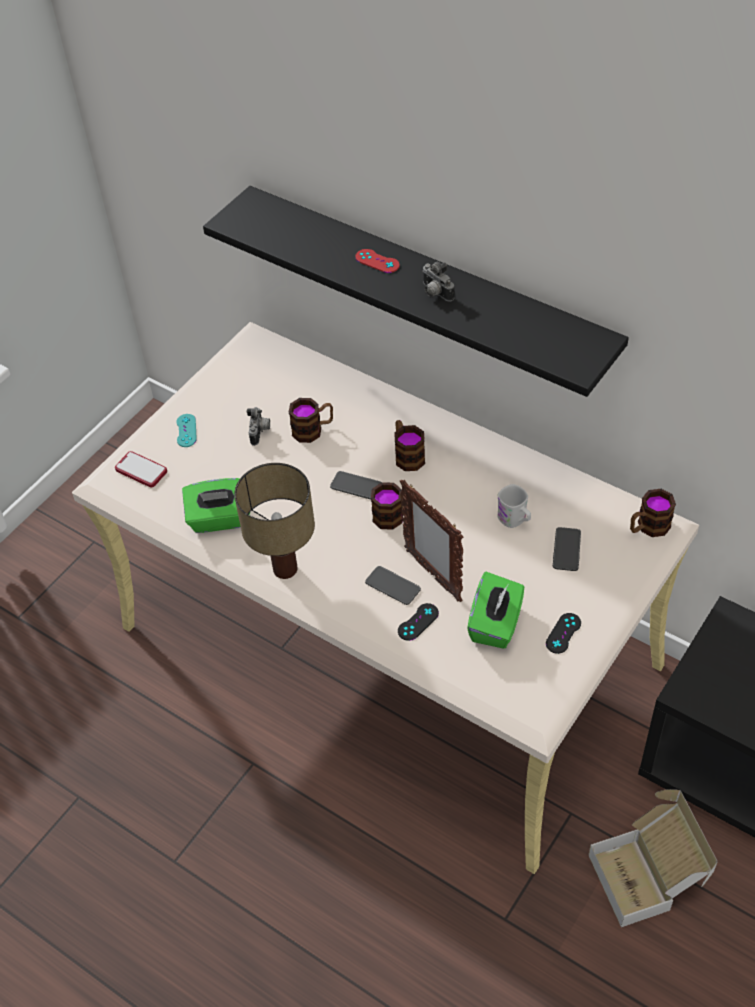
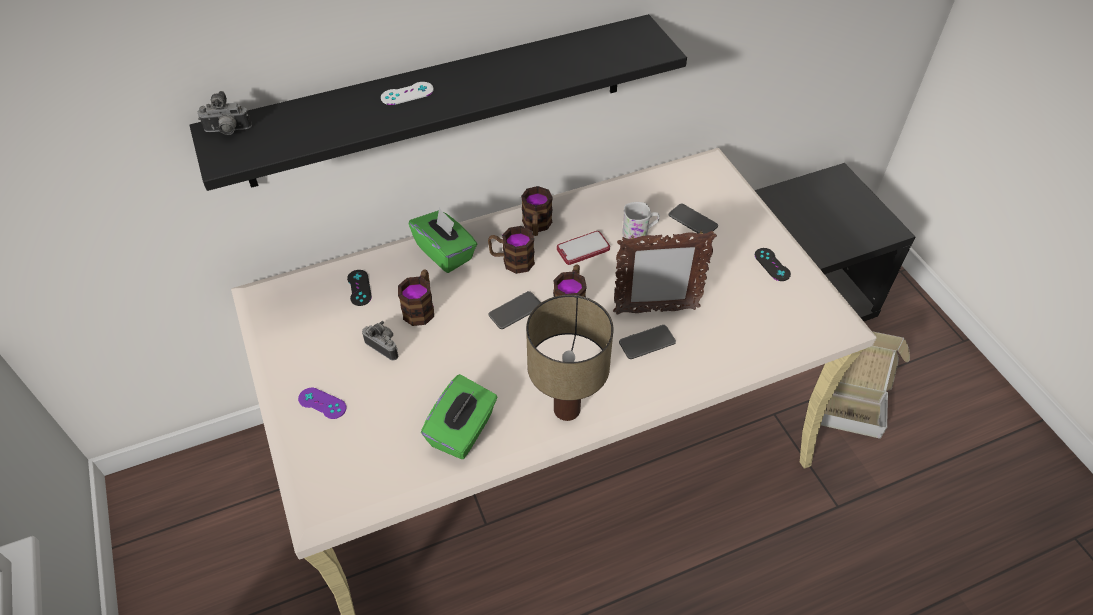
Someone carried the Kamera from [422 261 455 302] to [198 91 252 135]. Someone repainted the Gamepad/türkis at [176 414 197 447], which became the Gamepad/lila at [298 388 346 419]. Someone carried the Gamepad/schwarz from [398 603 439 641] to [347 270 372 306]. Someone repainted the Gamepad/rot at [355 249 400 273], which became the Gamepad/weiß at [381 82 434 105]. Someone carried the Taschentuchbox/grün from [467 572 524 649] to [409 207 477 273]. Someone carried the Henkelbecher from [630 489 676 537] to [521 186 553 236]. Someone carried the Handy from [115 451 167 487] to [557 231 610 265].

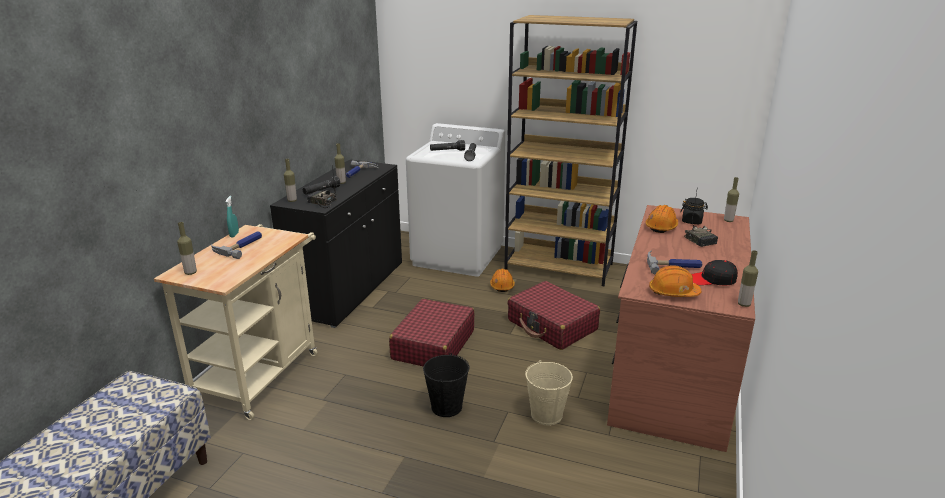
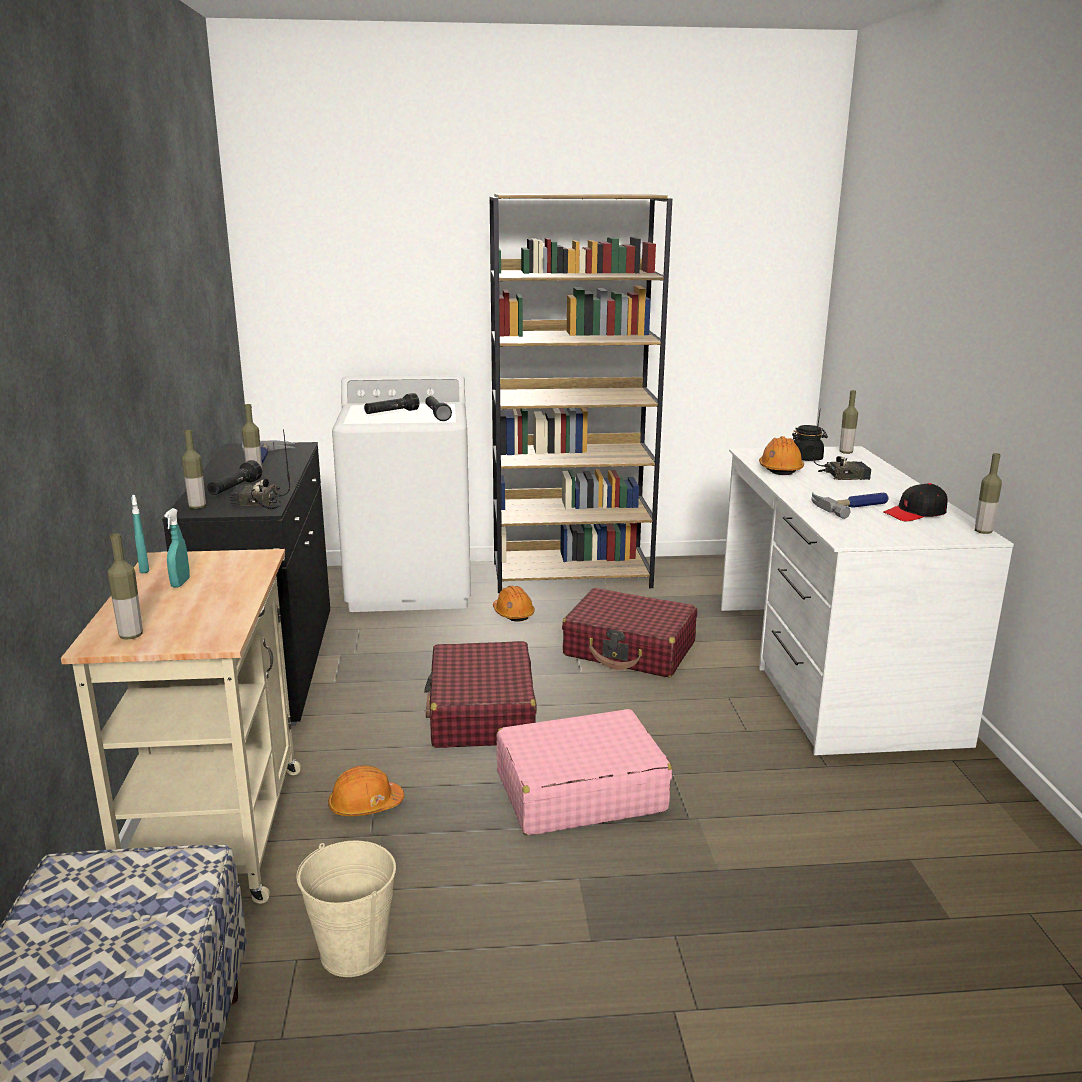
Someone swapped the Hammer at [211 231 262 259] for the Sprühflasche/türkis at [164 508 190 588]. Someone carried the Eimer/beige from [525 360 573 425] to [296 841 396 977]. Someone carried the Schutzhelm/orange from [649 265 702 297] to [328 765 404 816]. Someone swapped the Eimer/schwarz at [423 353 469 417] for the Koffer/rosa at [497 709 672 835]. Someone repainted the Schreibtisch/braun at [607 205 755 452], which became the Schreibtisch/weiß at [721 446 1014 755]. Someone rotated the Radio at [684 187 718 247] by 45 degrees counterclockwise.

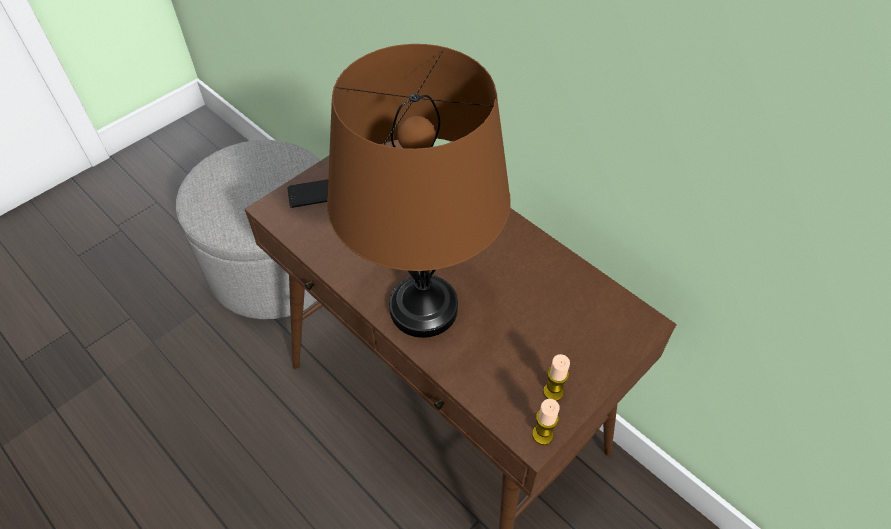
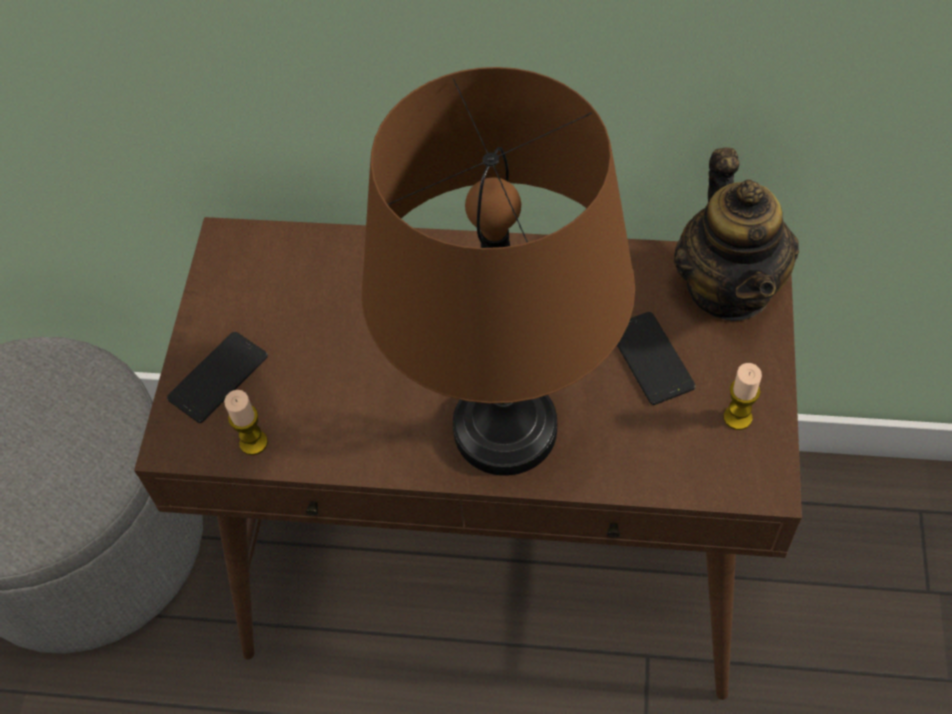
Someone carried the Kerze from [532 399 559 445] to [224 390 268 455]. Someone put down the Handy at [617 312 696 405]. Someone put down the Teekanne at [674 147 799 321].

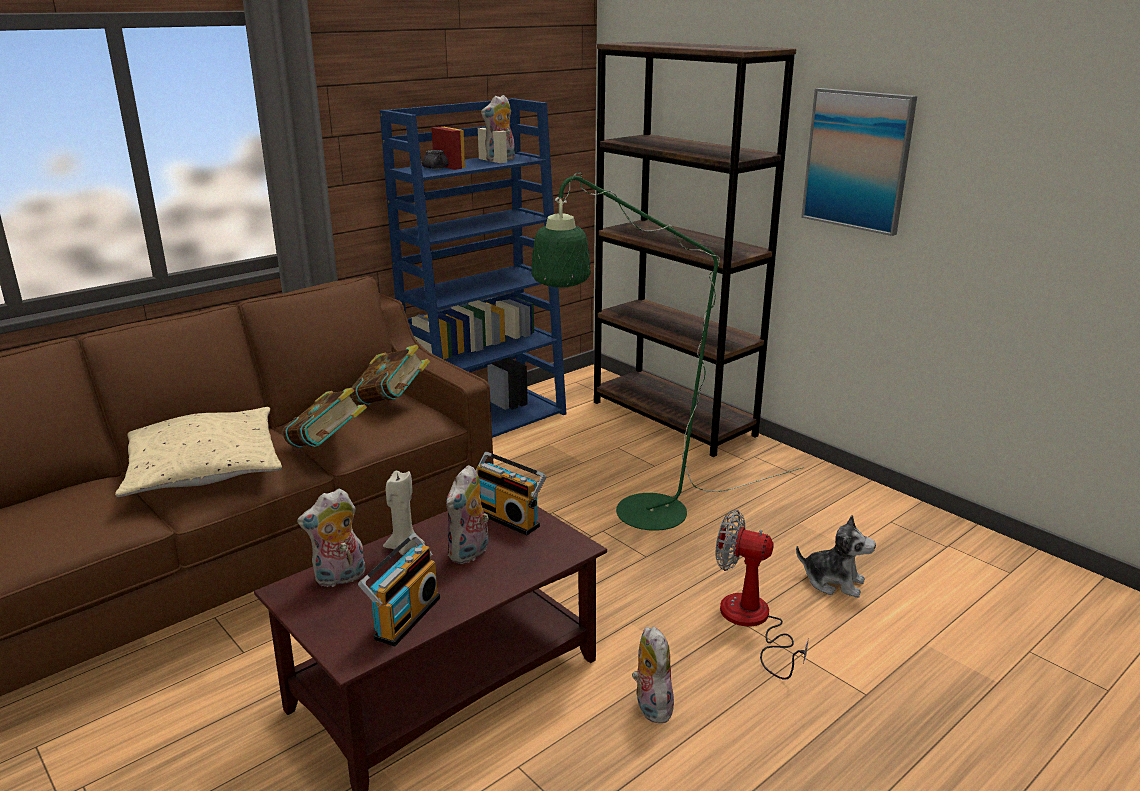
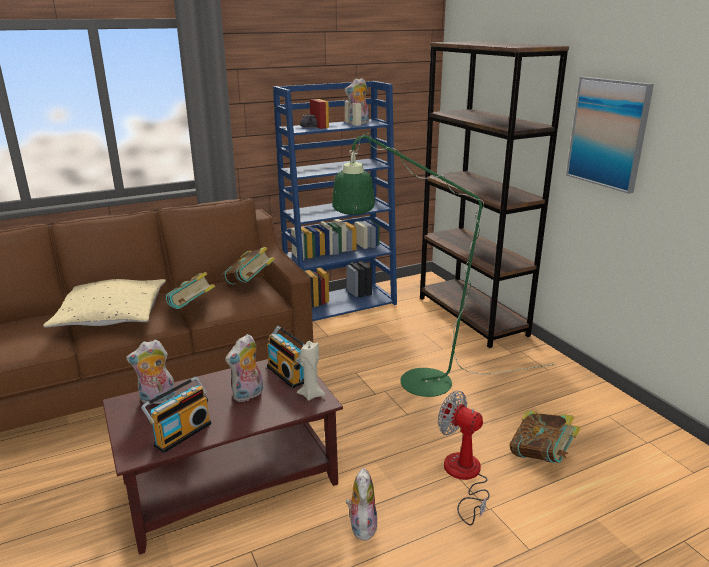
Someone carried the Kerze/beige from [383 471 425 555] to [297 341 326 401]. Someone swapped the Plüschtier at [796 515 876 598] for the Buch at [509 410 581 463].

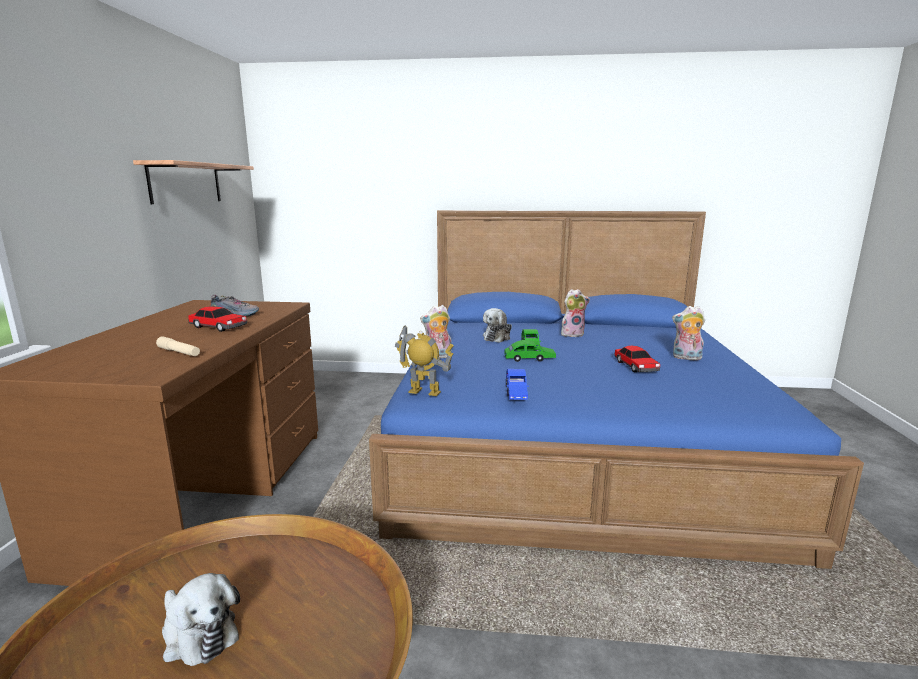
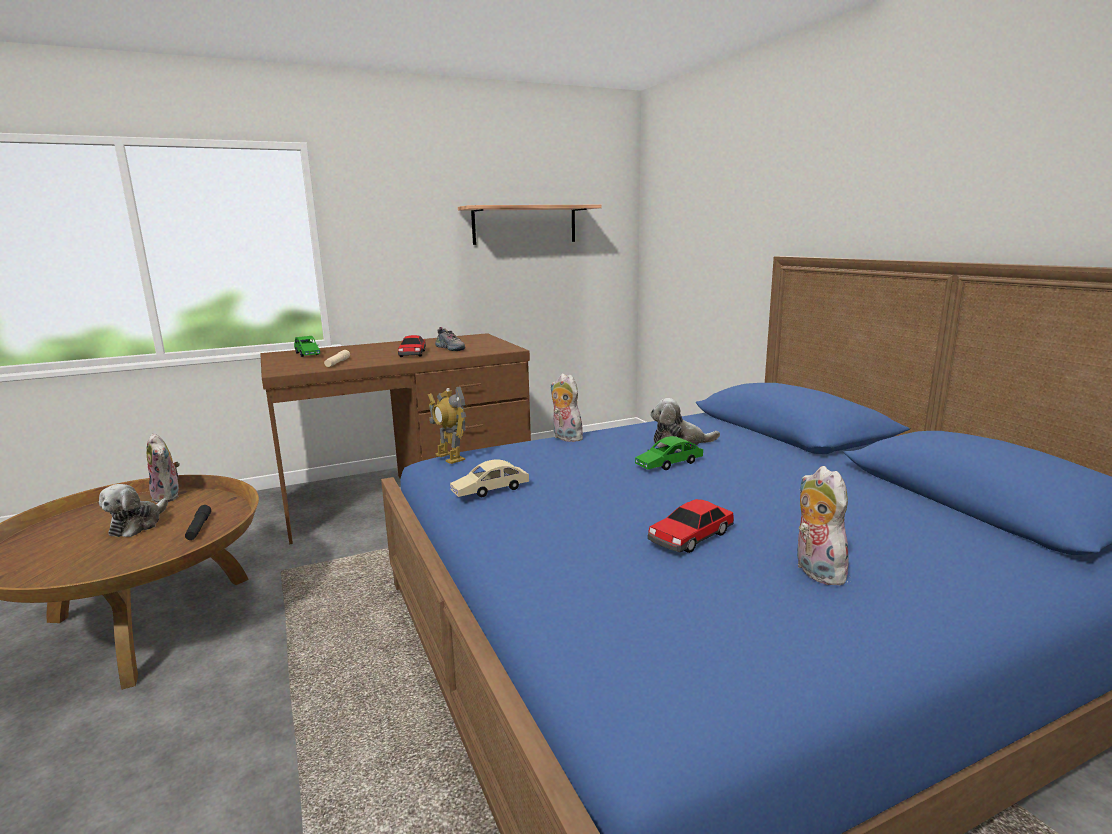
Someone carried the Plüschtier from [561 289 590 337] to [147 433 180 503]. Someone put down the Taschenlampe/schwarz at [185 505 211 540]. Someone carried the Spielzeugauto/grün from [504 340 556 362] to [294 336 320 357]. Someone rotated the Spielzeugroboter at [395 325 453 396] by 150 degrees clockwise. Someone repainted the Spielzeugauto/blau at [506 369 529 400], which became the Spielzeugauto/beige at [450 459 529 497].

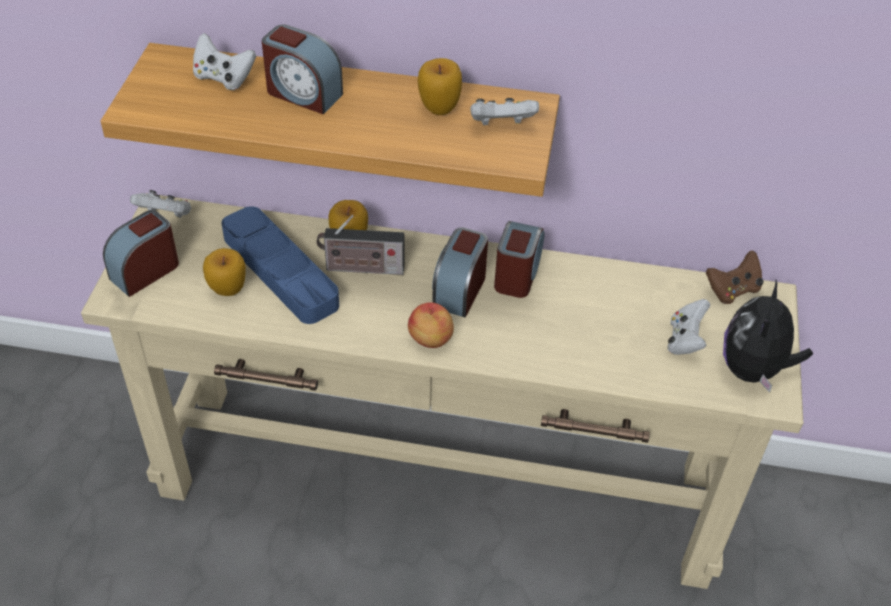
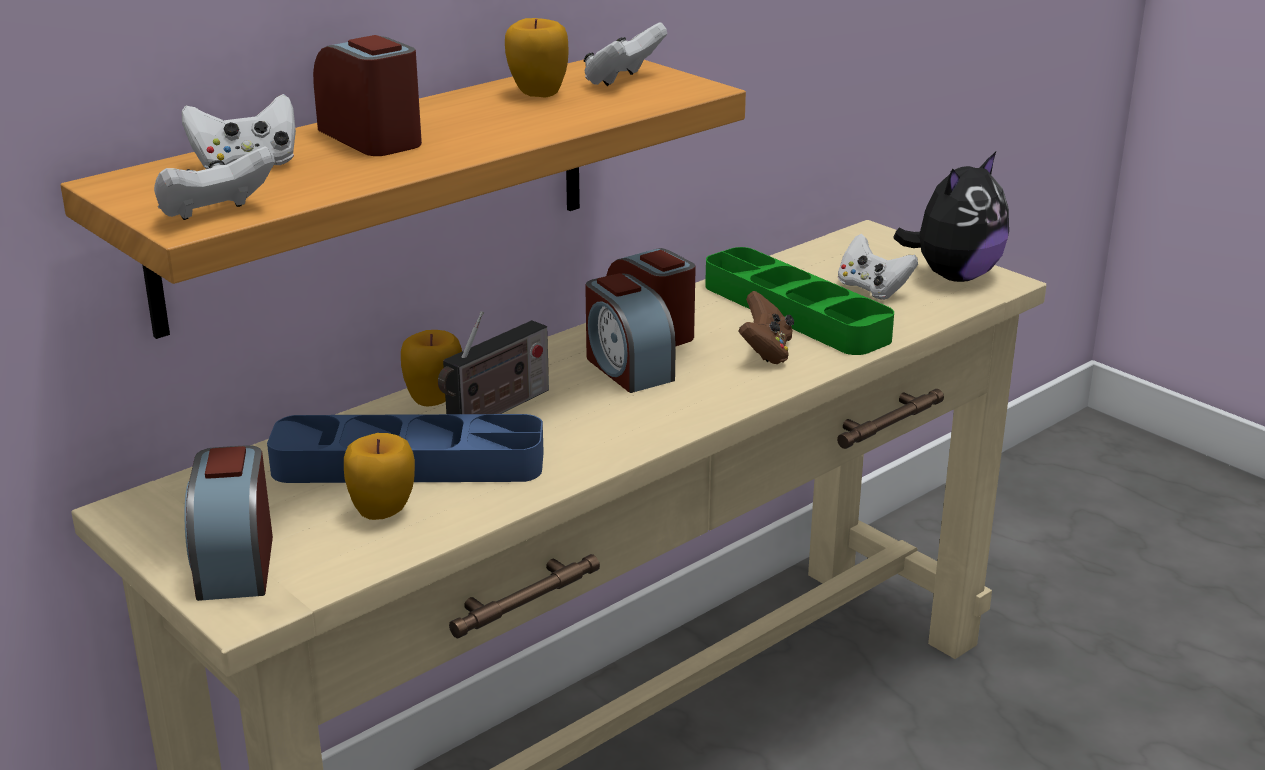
Someone carried the Gamepad/weiß from [130 190 191 218] to [154 146 275 220]. Someone rotated the Wecker at [262 25 343 114] by 105 degrees counterclockwise. Someone put down the Tablett/grün at [705 247 894 355]. Someone carried the Gamepad/braun from [706 251 764 304] to [739 291 794 364]. Someone rotated the Plüschtier at [723 280 813 393] by 105 degrees counterclockwise. Someone took away the Apfel at [408 302 454 348].

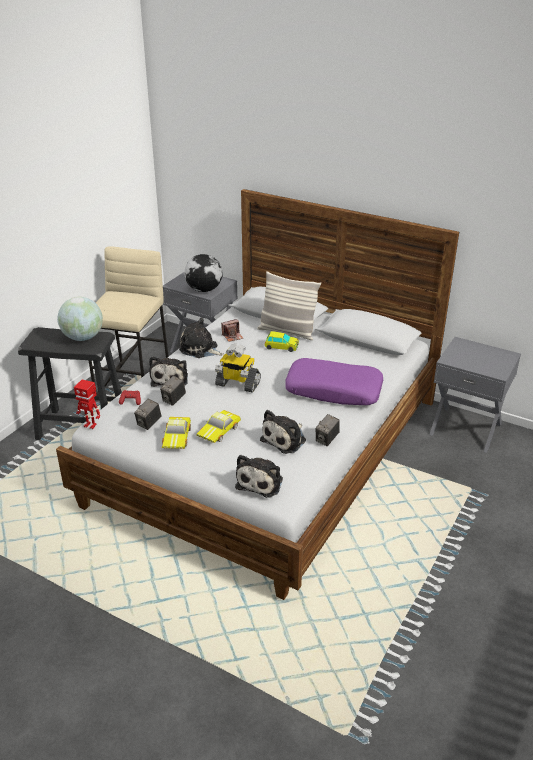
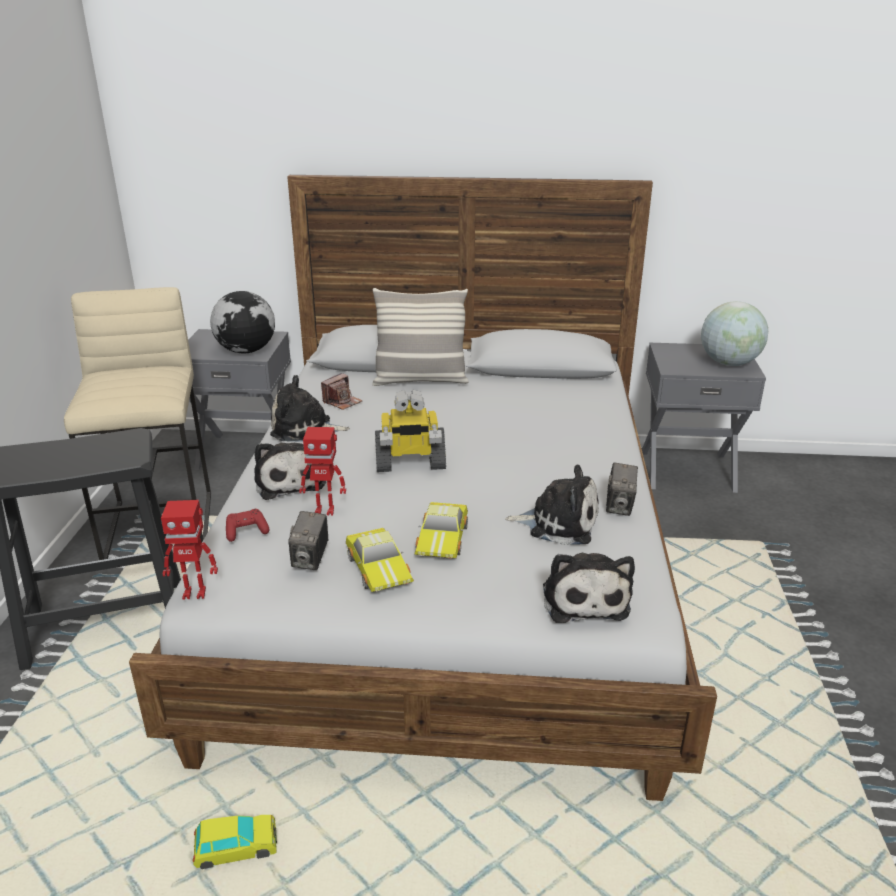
Someone carried the Spielzeugauto from [265 331 299 352] to [193 815 277 869]. Someone swapped the Kamera at [160 376 186 406] for the Spielzeugroboter at [299 427 346 515]. Someone rotated the Plüschtier at [260 410 306 454] by 90 degrees counterclockwise. Someone carried the Globus from [57 297 103 341] to [701 301 768 366]. Someone took away the Kissen/lila at [285 358 383 405].

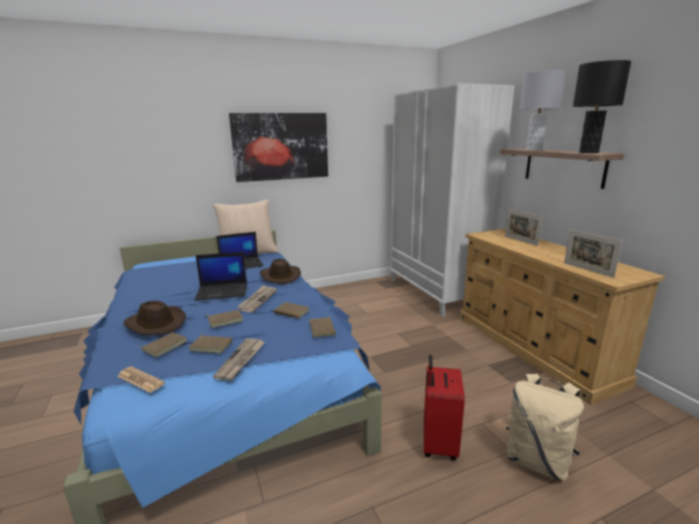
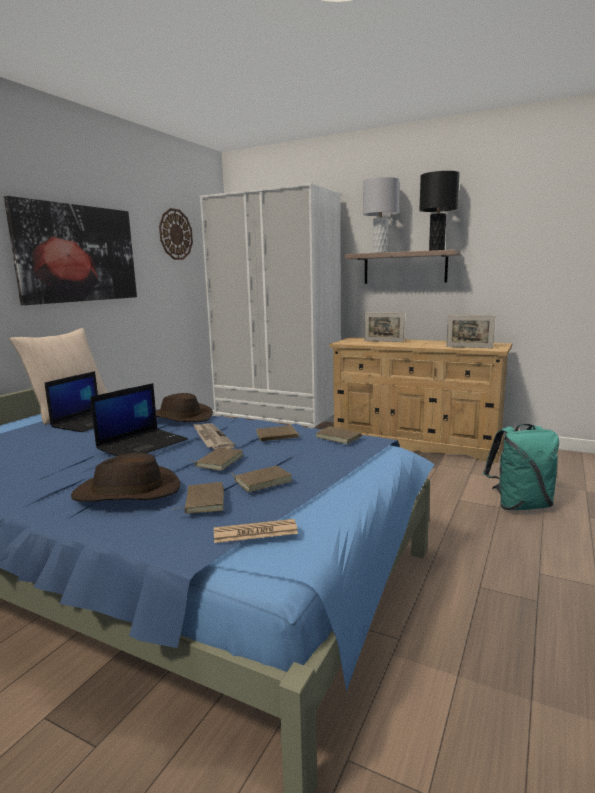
Someone put up the Wanduhr at [159 208 193 260]. Someone repainted the Rucksack/beige at [506 374 584 481], which became the Rucksack/türkis at [483 424 559 510]. Someone took away the Zeitung at [213 339 265 380]. Someone took away the Koffer/rot at [424 355 465 460].

